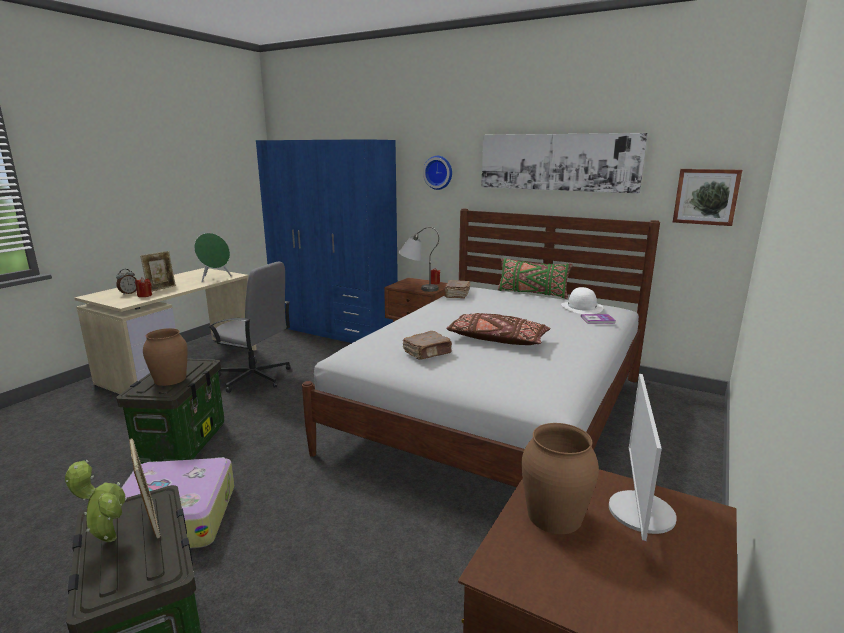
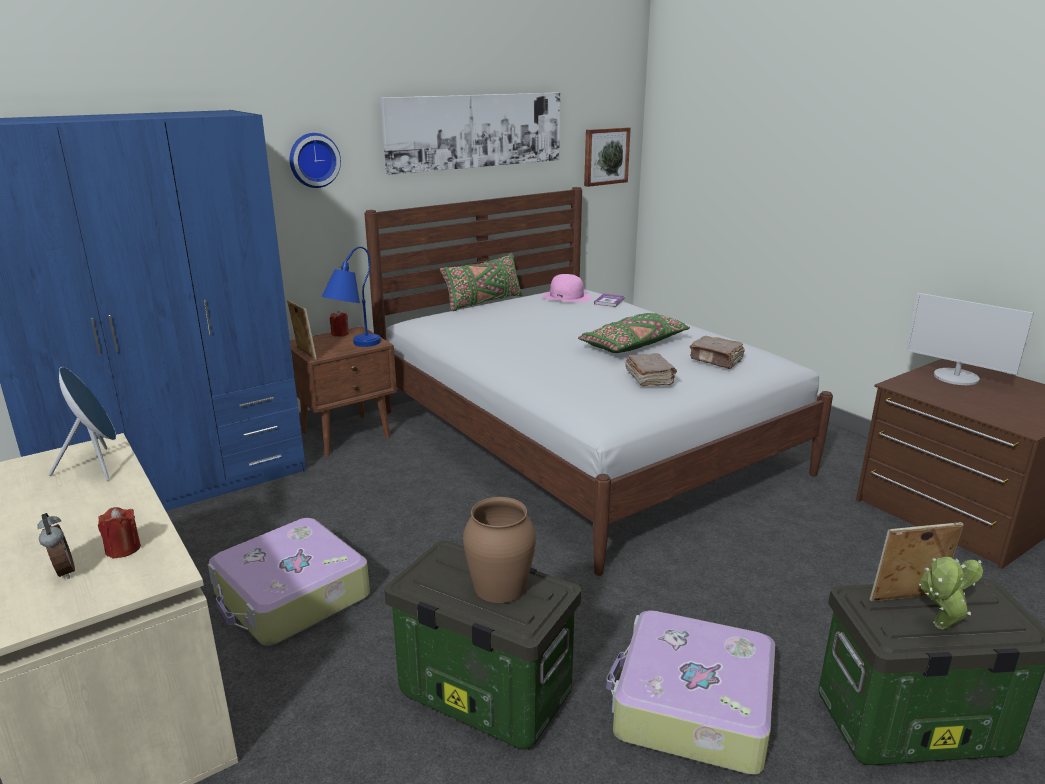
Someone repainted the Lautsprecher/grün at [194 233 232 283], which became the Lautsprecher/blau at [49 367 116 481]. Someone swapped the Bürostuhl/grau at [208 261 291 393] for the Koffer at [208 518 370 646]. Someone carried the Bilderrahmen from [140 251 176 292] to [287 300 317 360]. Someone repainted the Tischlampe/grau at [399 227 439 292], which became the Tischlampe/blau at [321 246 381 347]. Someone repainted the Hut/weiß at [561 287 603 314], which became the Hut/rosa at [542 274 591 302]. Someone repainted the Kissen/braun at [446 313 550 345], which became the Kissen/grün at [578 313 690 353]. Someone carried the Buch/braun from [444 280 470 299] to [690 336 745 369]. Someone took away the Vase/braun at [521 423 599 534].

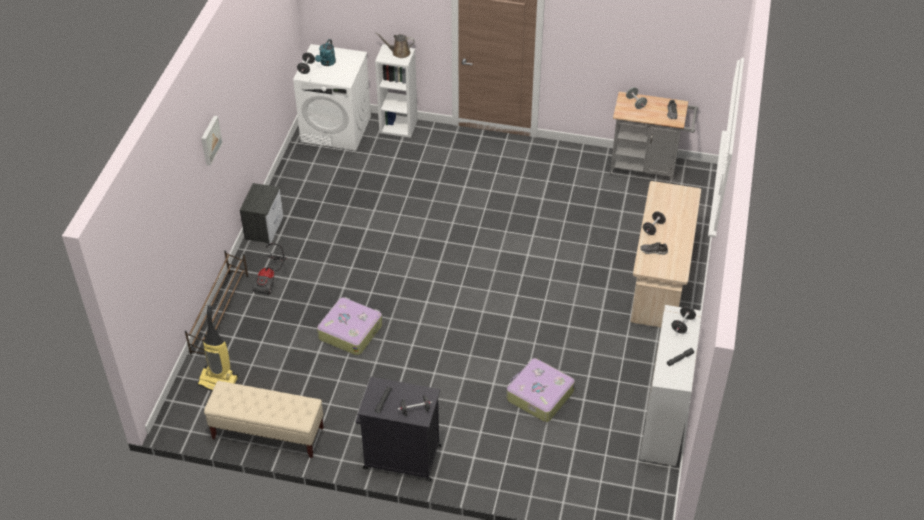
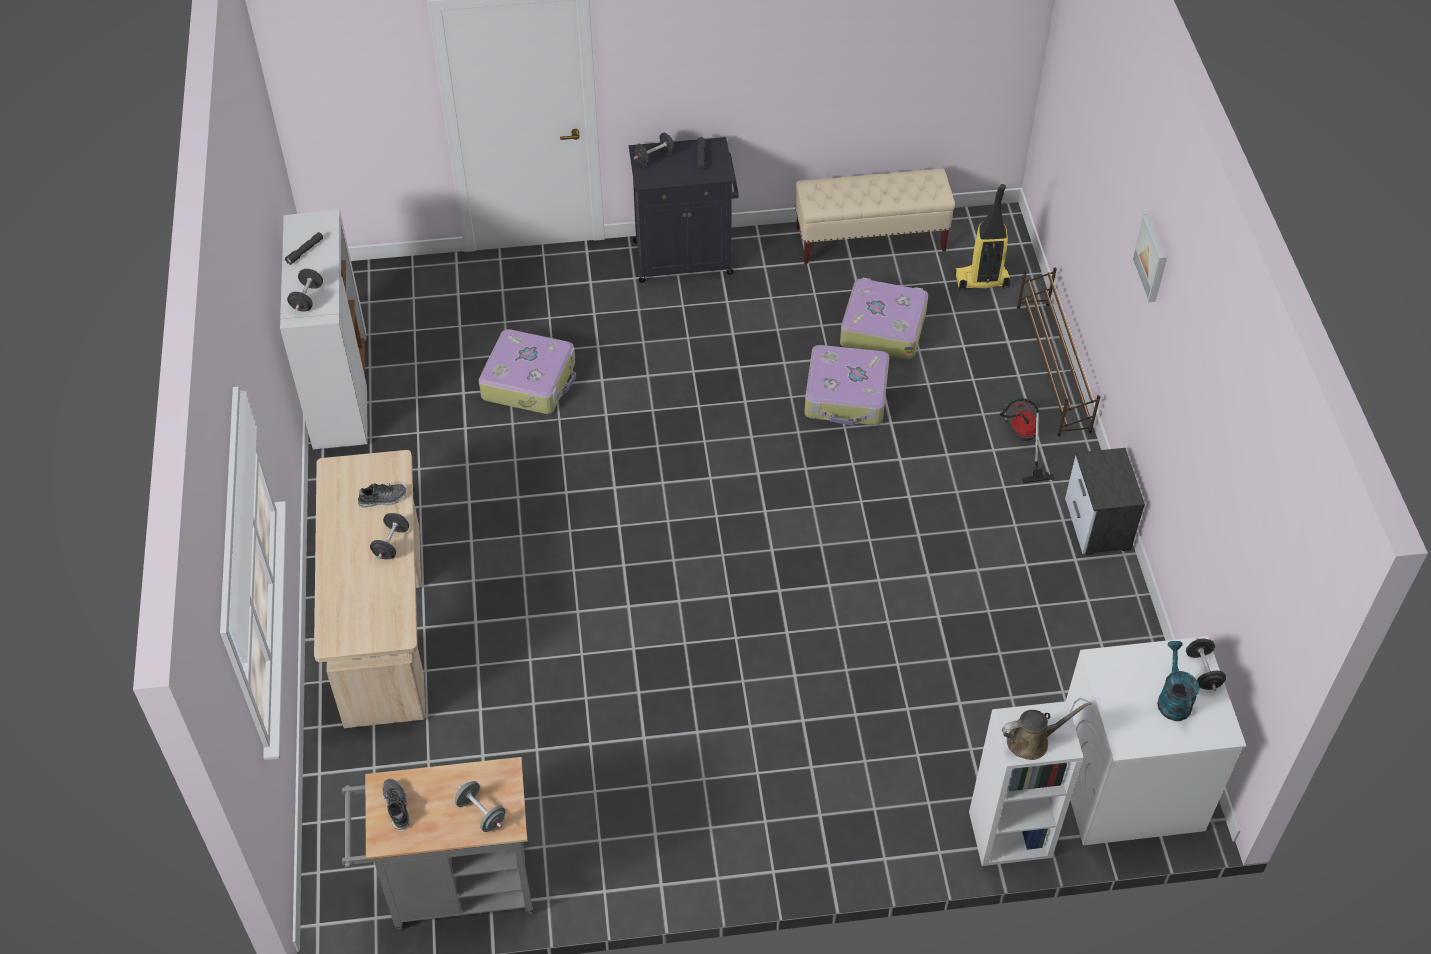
Someone put down the Koffer at [840 278 928 359].

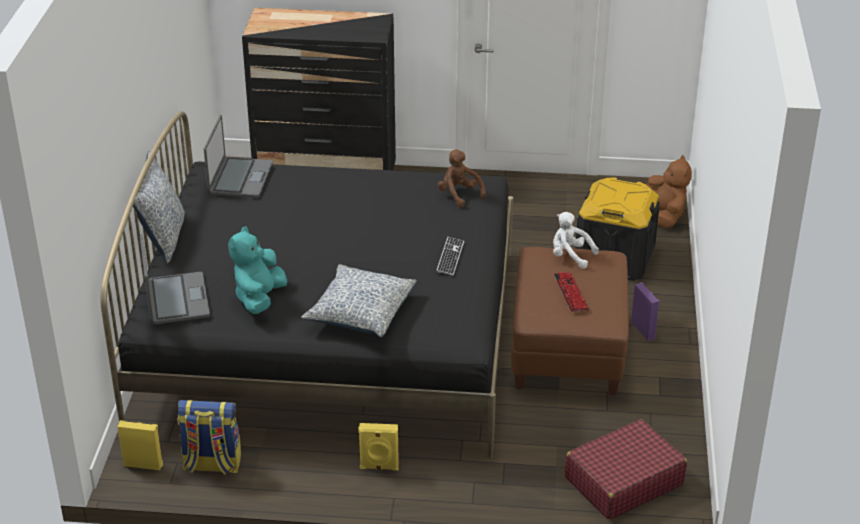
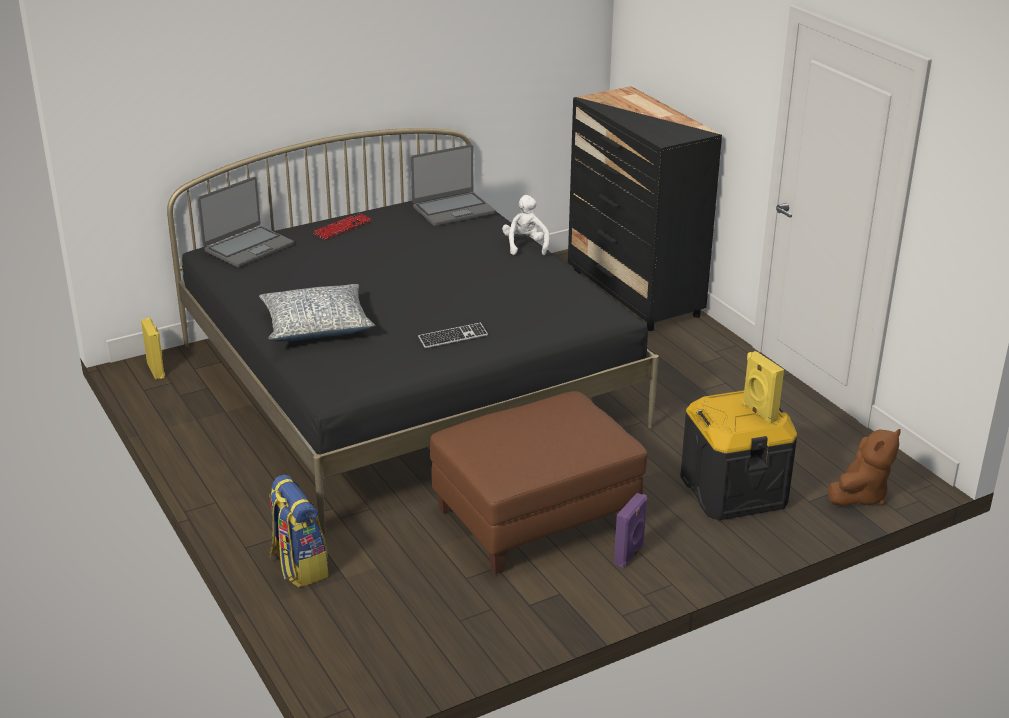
Someone carried the Rucksack from [178 400 241 475] to [269 475 328 587]. Someone carried the Tastatur from [554 272 589 311] to [313 214 372 240]. Someone carried the Plüschtier/weiß from [553 212 599 269] to [502 195 550 255]. Someone carried the Lautsprecher/gelb from [358 423 399 470] to [742 351 784 424]. Someone took away the Kissen at [133 150 185 264]. Someone took away the Plüschtier/türkis at [228 226 287 314]. Someone took away the Plüschtier/braun at [438 149 486 208]. Someone took away the Koffer/rot at [565 419 687 520].

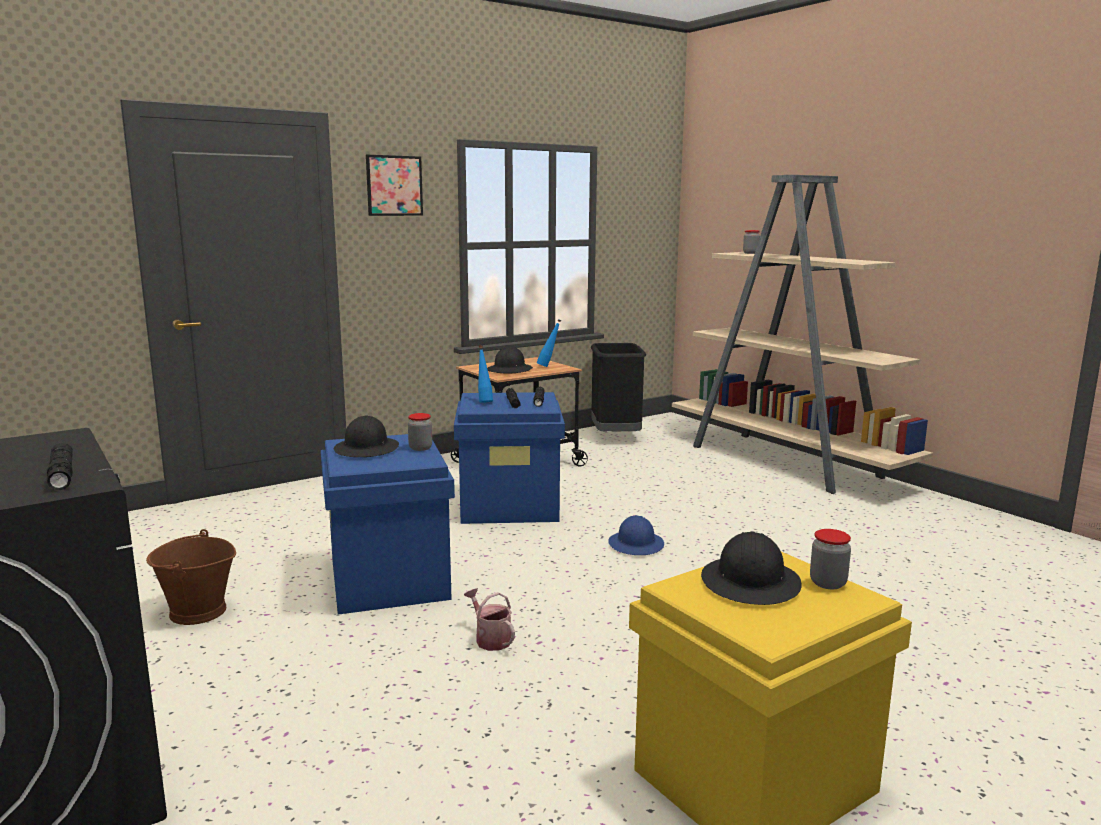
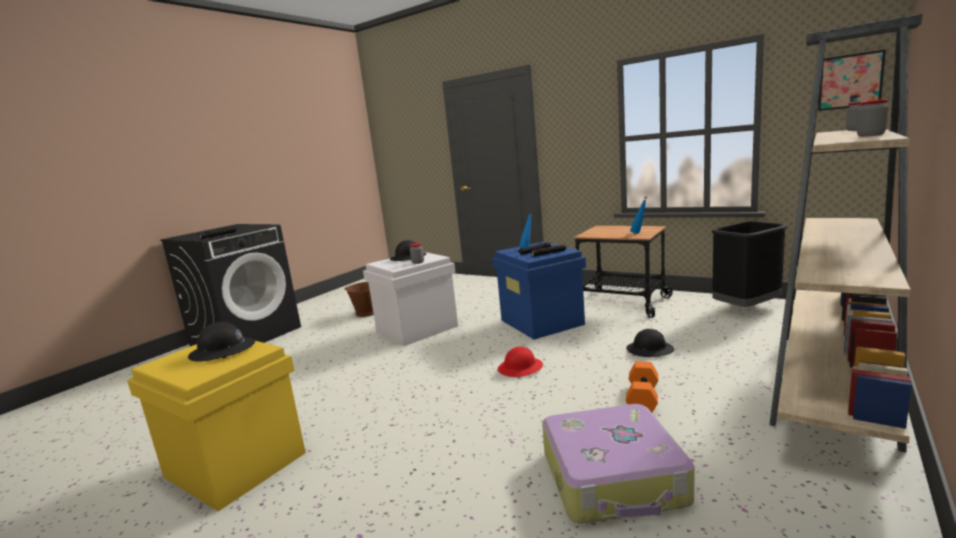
Someone repainted the Aufbewahrungsbox/blau at [321 434 455 615], which became the Aufbewahrungsbox/weiß at [363 252 458 346]. Someone repainted the Schutzhelm/blau at [608 515 664 555], which became the Schutzhelm/rot at [498 347 543 377]. Someone put down the Koffer at [542 404 694 523]. Someone carried the Schutzhelm/schwarz from [487 346 533 373] to [626 329 674 357]. Someone put down the Hantel/orange at [626 361 658 412]. Someone carried the Bild from [366 155 423 216] to [818 49 886 111]. Someone carried the Vorratsglas from [810 529 851 589] to [857 99 888 137]. Someone took away the Gießkanne at [464 588 515 651].

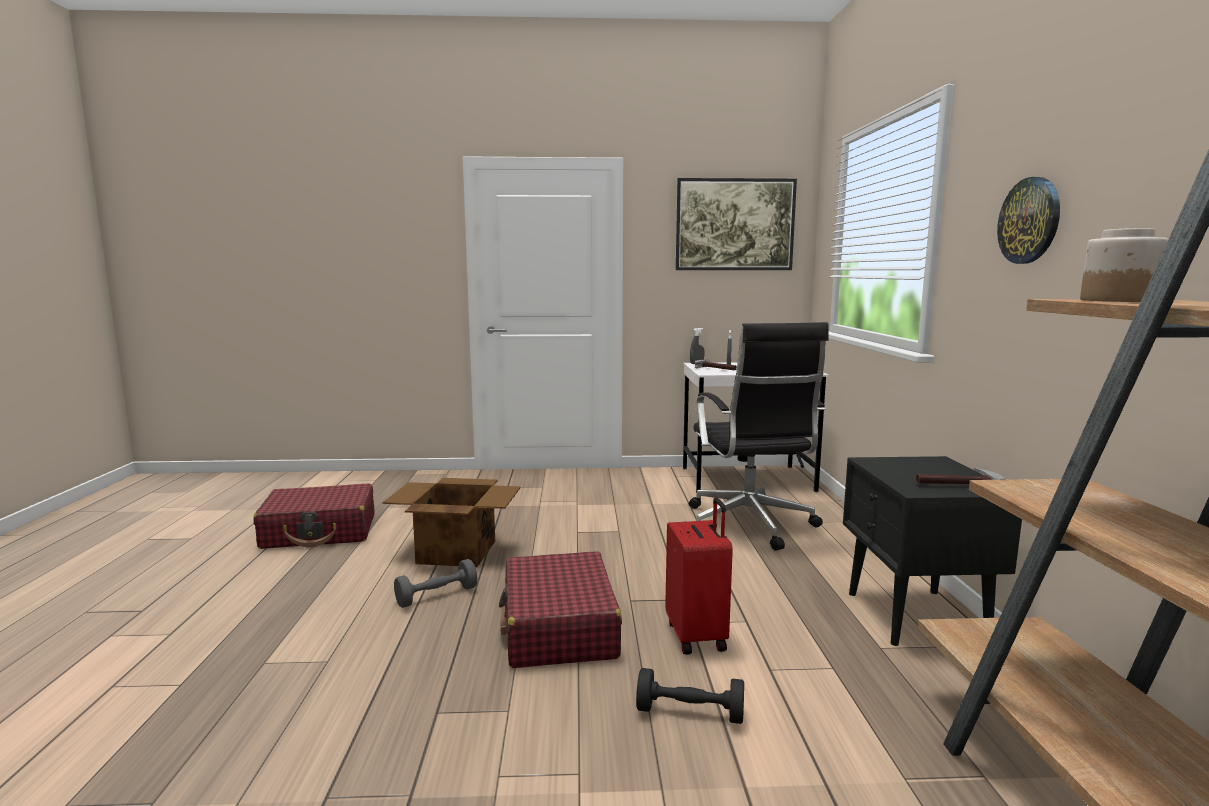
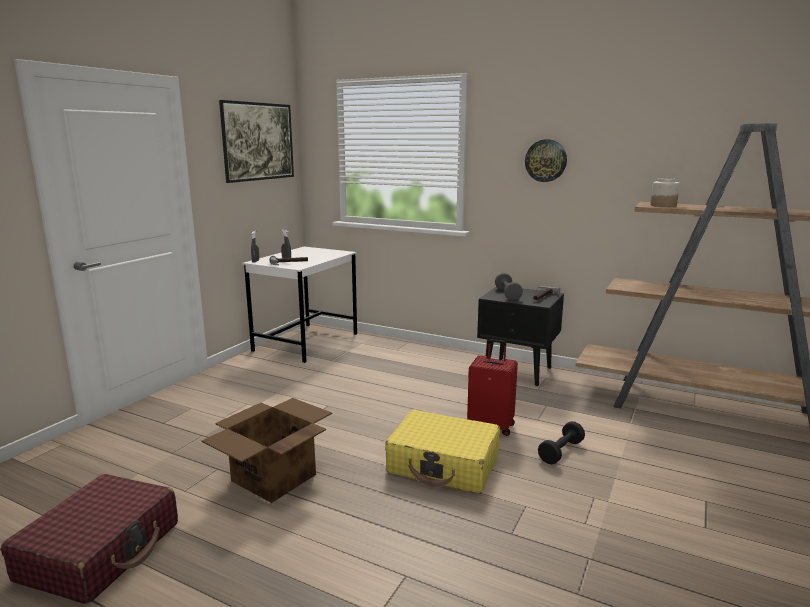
Someone repainted the Koffer/rot at [499 551 622 668], which became the Koffer/gelb at [385 410 500 494]. Someone carried the Hantel/grau from [394 559 477 608] to [495 273 523 301]. Someone took away the Bürostuhl/schwarz at [689 322 829 551].

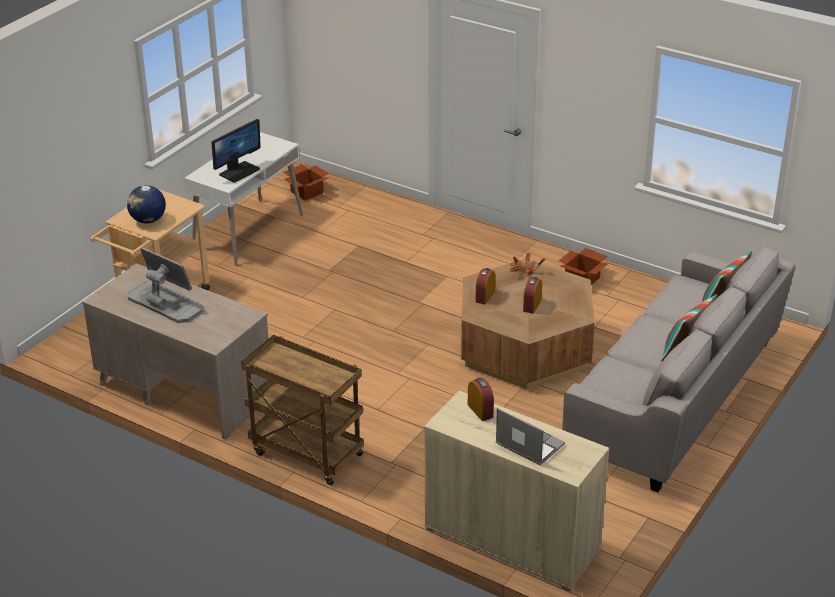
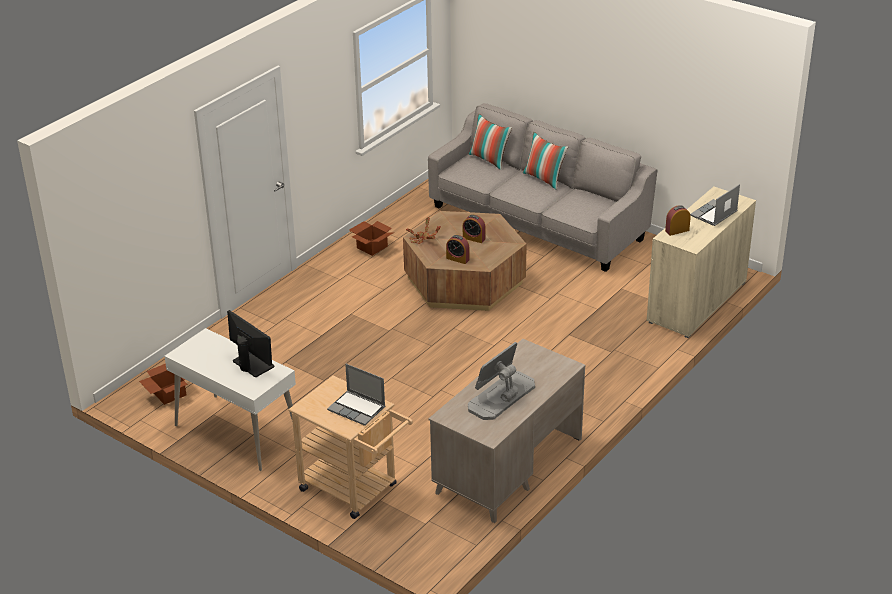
Someone swapped the Globus at [127 185 166 224] for the Laptop at [327 364 385 426]. Someone took away the Rollwagen/braun at [241 335 364 485].

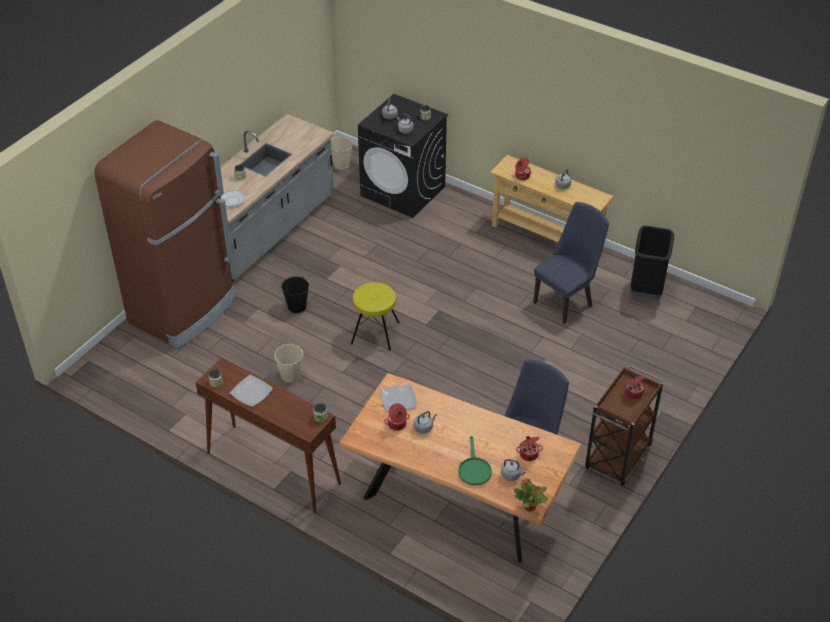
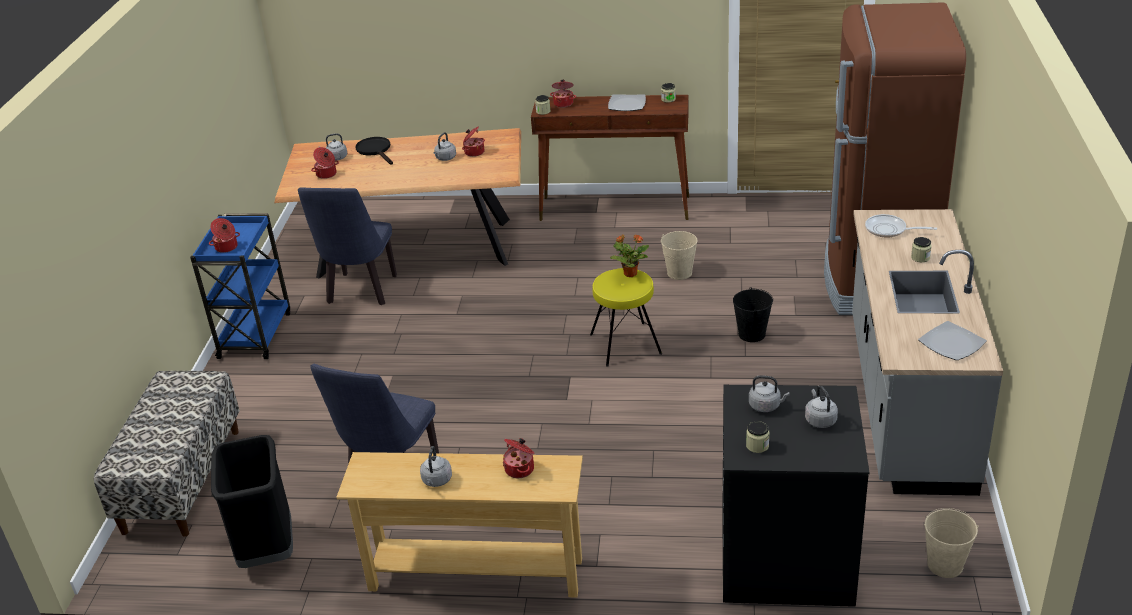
Someone put down the Bank at [94 371 240 537]. Someone repainted the Rollwagen/braun at [585 365 663 486], which became the Rollwagen/blau at [190 213 290 359]. Someone repainted the Pfanne/grün at [458 436 492 485], which became the Pfanne/schwarz at [356 137 393 164]. Someone put down the Kochtopf at [550 80 576 108]. Someone carried the Topfpflanze from [514 478 548 512] to [610 234 649 277]. Someone carried the Teller from [381 385 417 412] to [918 321 987 360].

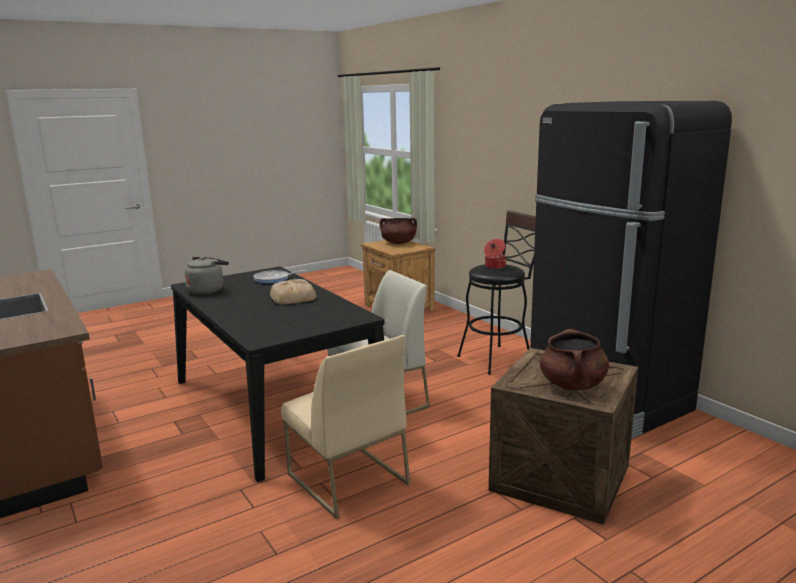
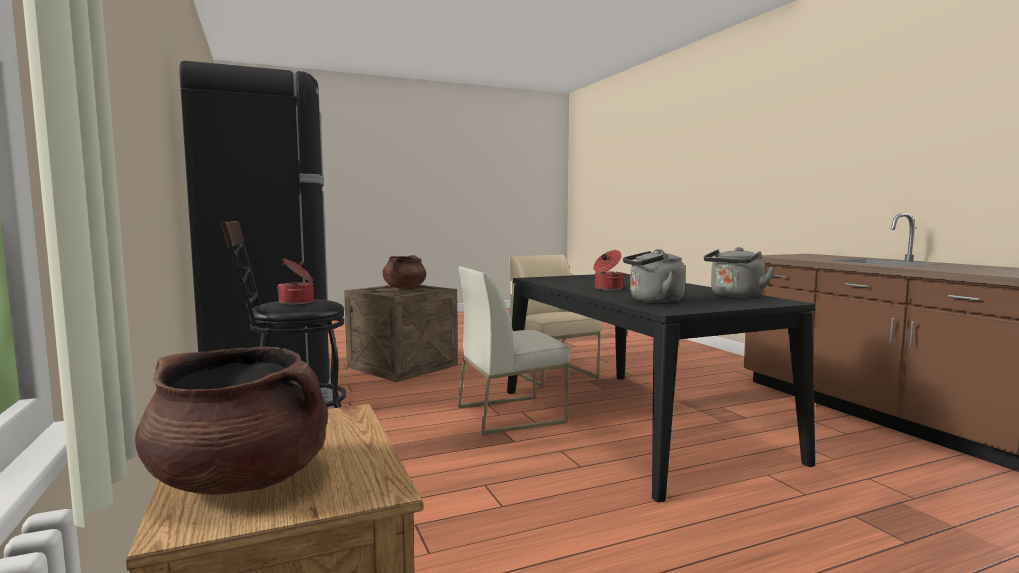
Someone swapped the Brot at [270 279 317 305] for the Kochtopf at [593 250 624 290]. Someone swapped the Pfanne at [253 270 306 284] for the Wasserkessel/grau at [623 249 686 303].

